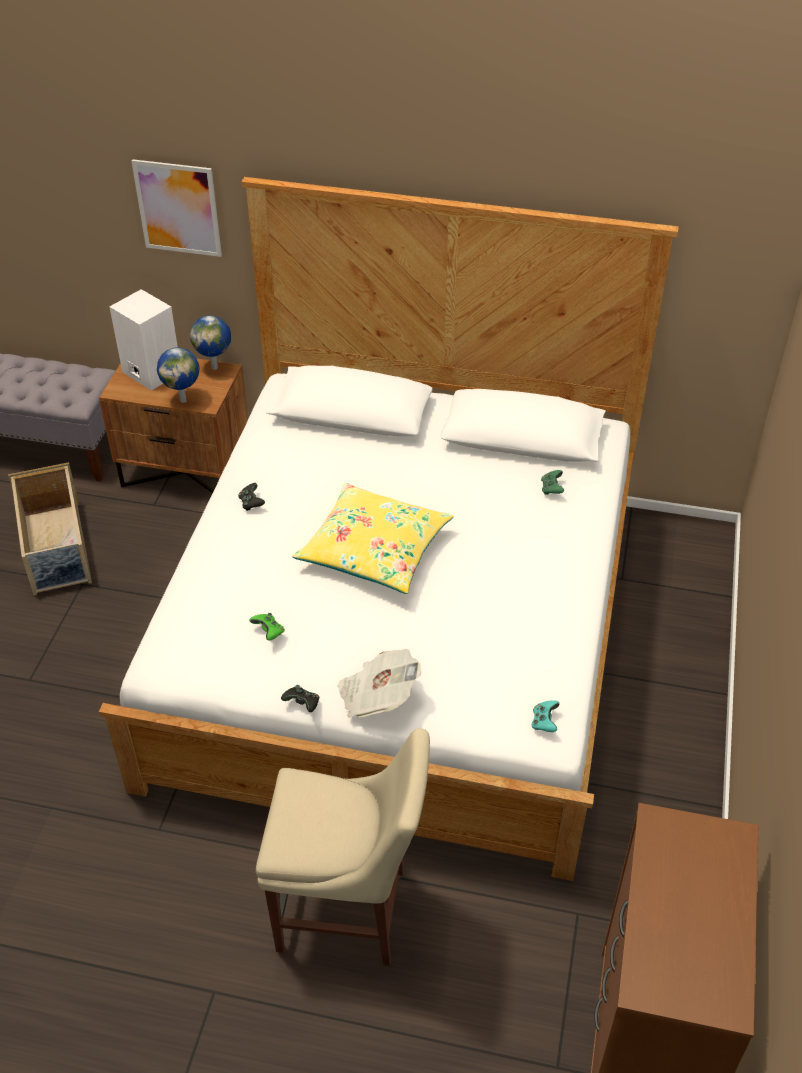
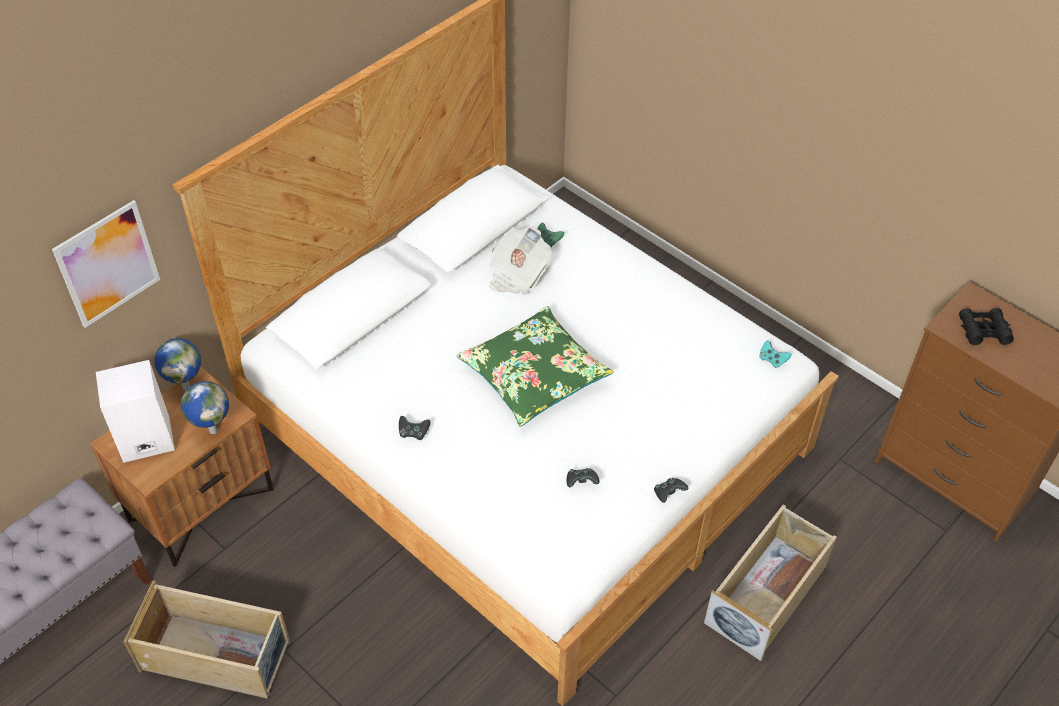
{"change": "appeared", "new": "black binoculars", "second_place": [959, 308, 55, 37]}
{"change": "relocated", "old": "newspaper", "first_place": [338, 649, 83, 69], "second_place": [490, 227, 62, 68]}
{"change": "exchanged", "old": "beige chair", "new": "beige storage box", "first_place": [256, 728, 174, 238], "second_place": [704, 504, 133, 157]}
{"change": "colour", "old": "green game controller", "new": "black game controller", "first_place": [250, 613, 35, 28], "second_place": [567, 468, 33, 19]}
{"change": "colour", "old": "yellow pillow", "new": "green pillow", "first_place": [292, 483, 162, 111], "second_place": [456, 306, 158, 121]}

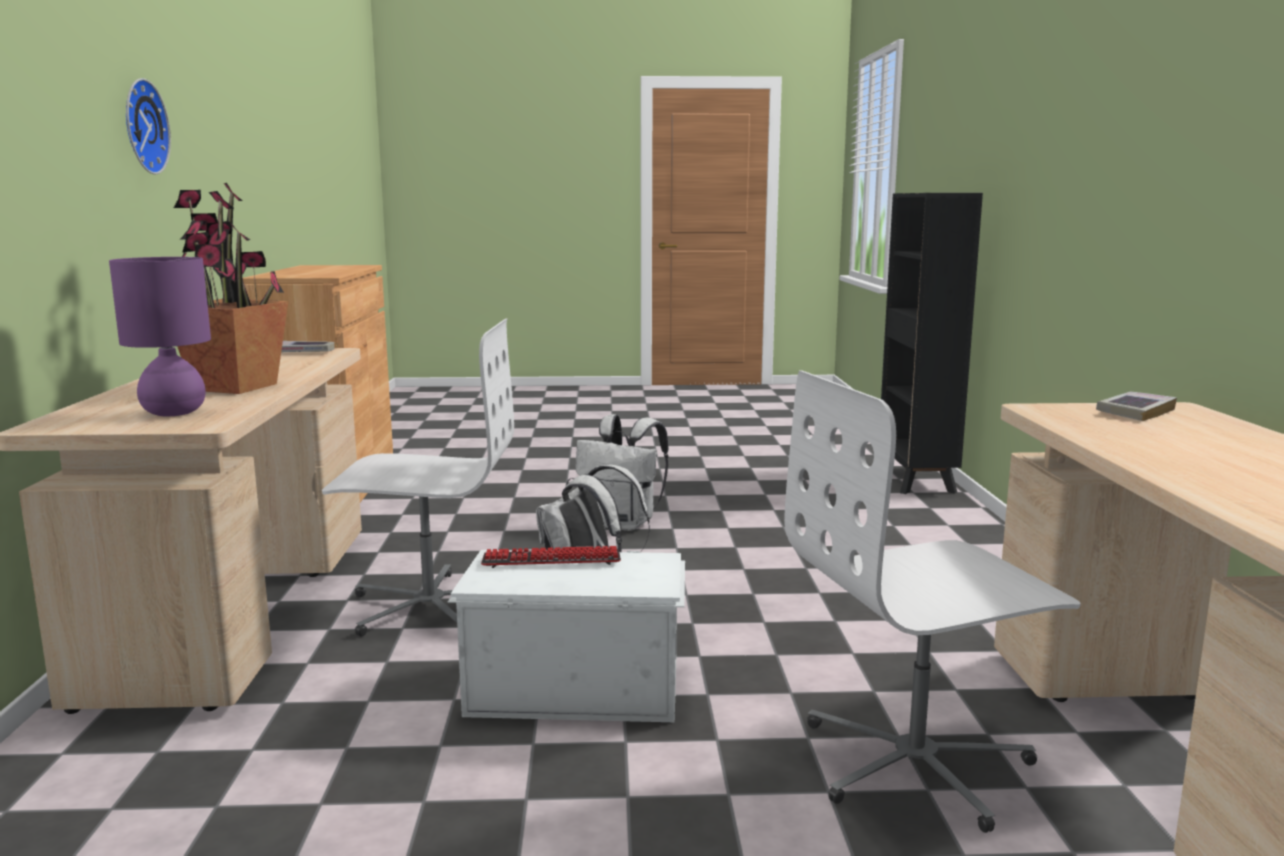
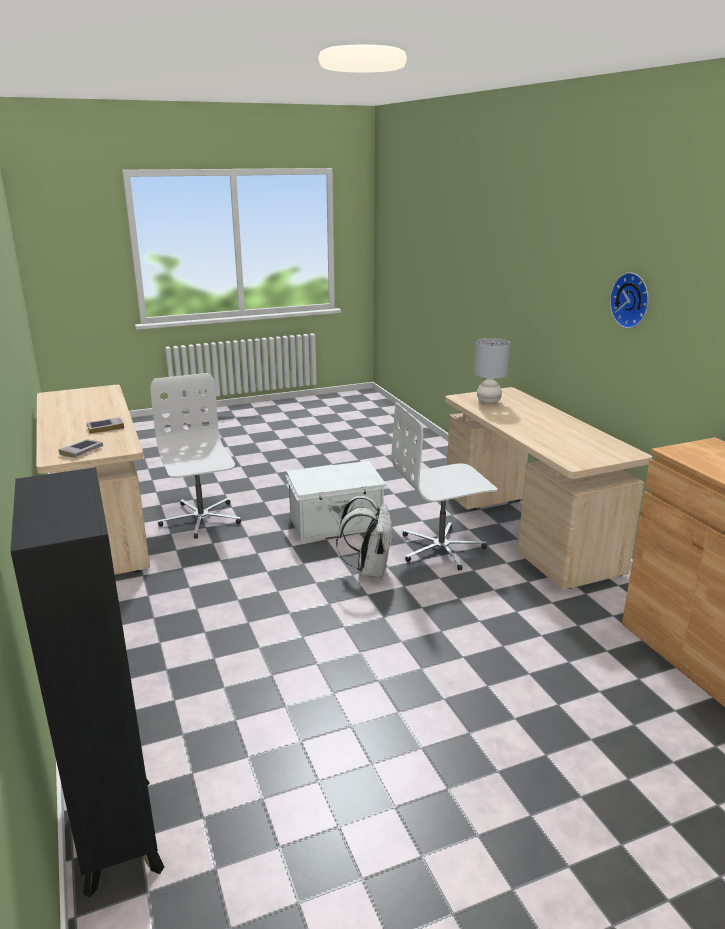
{"change": "missing", "old": "potted plant", "first_place": [174, 183, 114, 211]}
{"change": "missing", "old": "keyboard", "first_place": [481, 546, 140, 22]}
{"change": "missing", "old": "white backpack", "first_place": [575, 414, 94, 117]}
{"change": "relocated", "old": "book", "first_place": [281, 341, 54, 11], "second_place": [86, 417, 38, 17]}
{"change": "colour", "old": "purple table lamp", "new": "grey table lamp", "first_place": [109, 257, 102, 159], "second_place": [474, 338, 36, 66]}
{"change": "spun", "old": "white office chair", "first_place": [784, 370, 297, 463], "second_place": [150, 373, 91, 166], "degrees": -75}

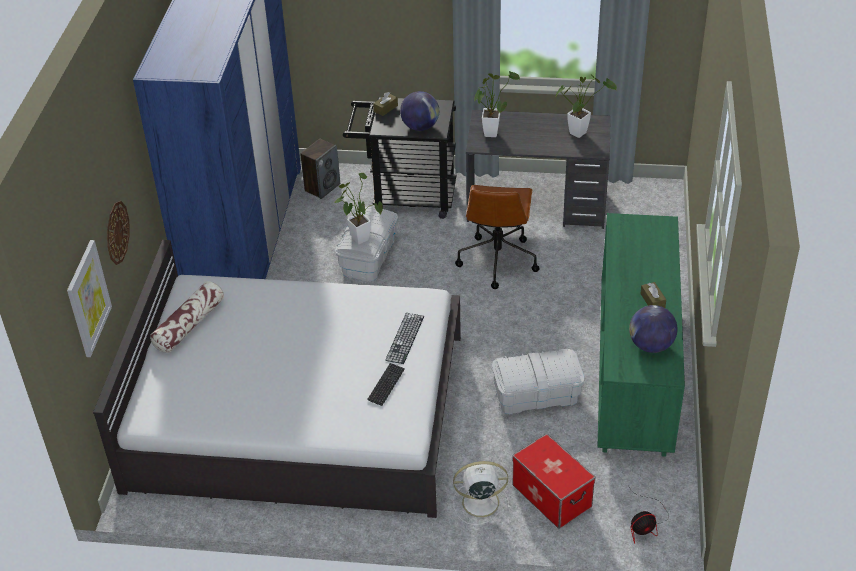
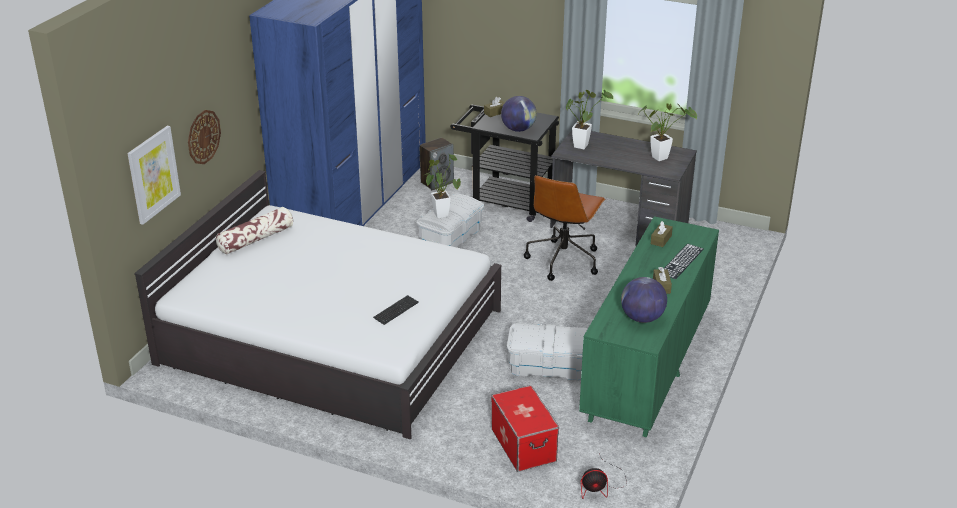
{"change": "missing", "old": "white fan", "first_place": [453, 461, 57, 64]}
{"change": "appeared", "new": "brown tissue box", "second_place": [651, 221, 22, 26]}
{"change": "relocated", "old": "keyboard", "first_place": [385, 313, 39, 51], "second_place": [664, 244, 39, 35]}

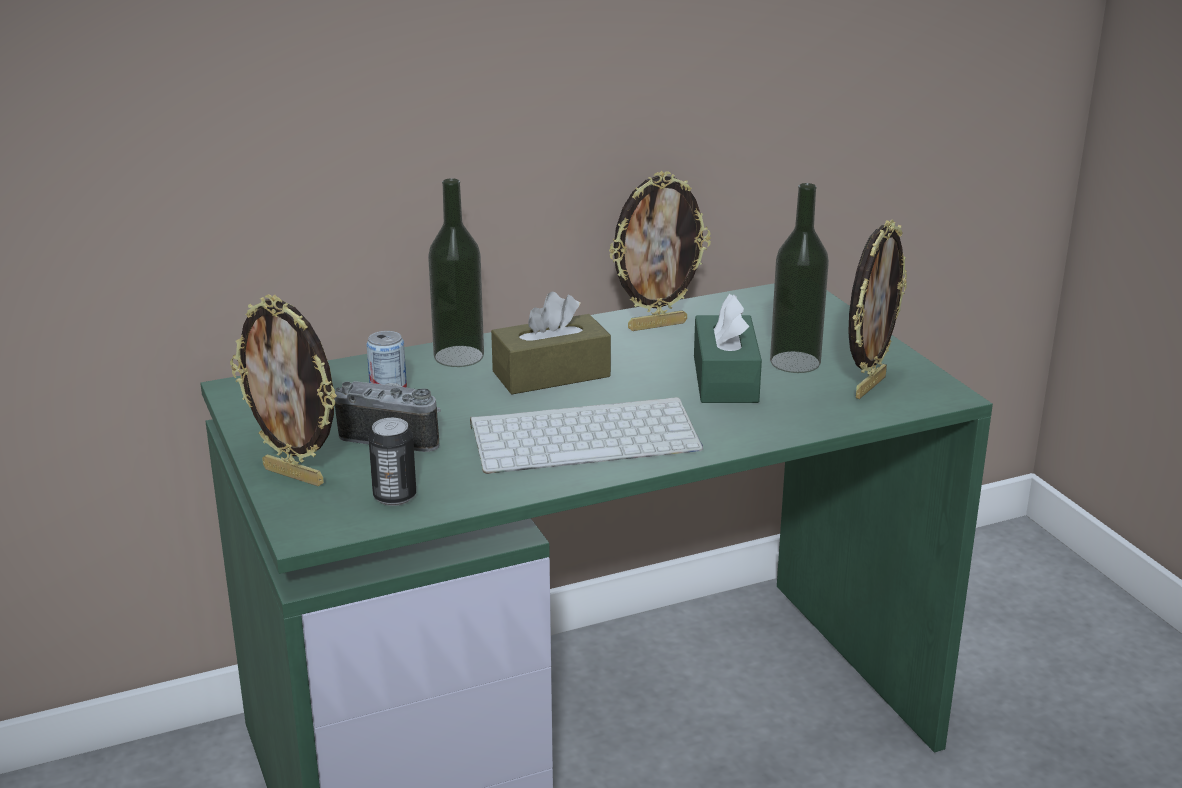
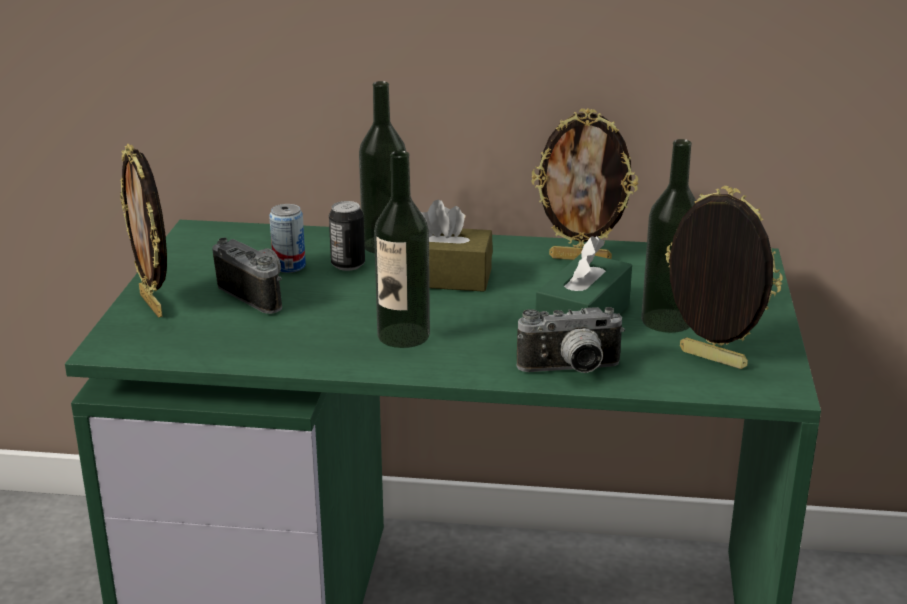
{"change": "appeared", "new": "photo camera", "second_place": [517, 307, 108, 66]}
{"change": "relocated", "old": "can", "first_place": [369, 418, 47, 88], "second_place": [329, 201, 36, 70]}
{"change": "exchanged", "old": "keyboard", "new": "bottle", "first_place": [470, 397, 233, 77], "second_place": [374, 151, 56, 197]}
{"change": "spun", "old": "picture frame", "first_place": [848, 220, 59, 179], "second_place": [665, 186, 118, 183], "degrees": -120}

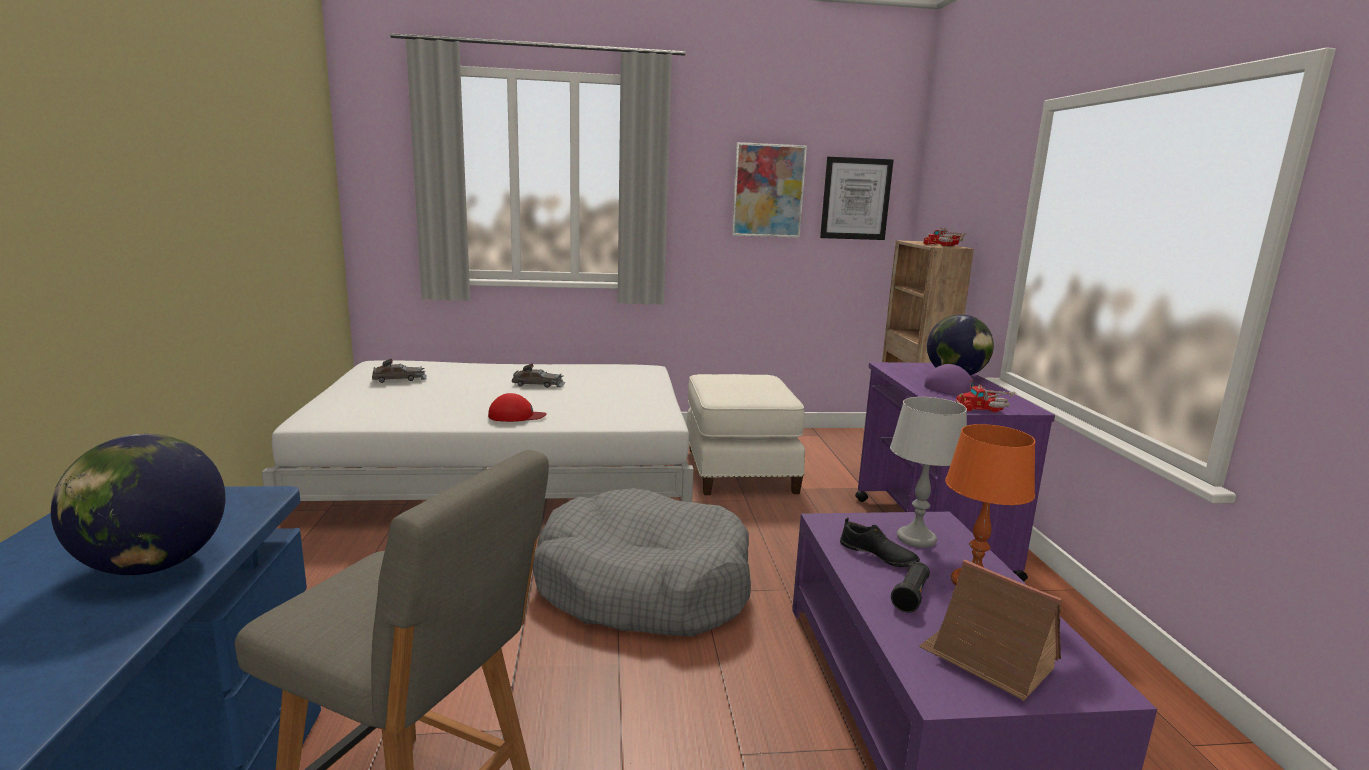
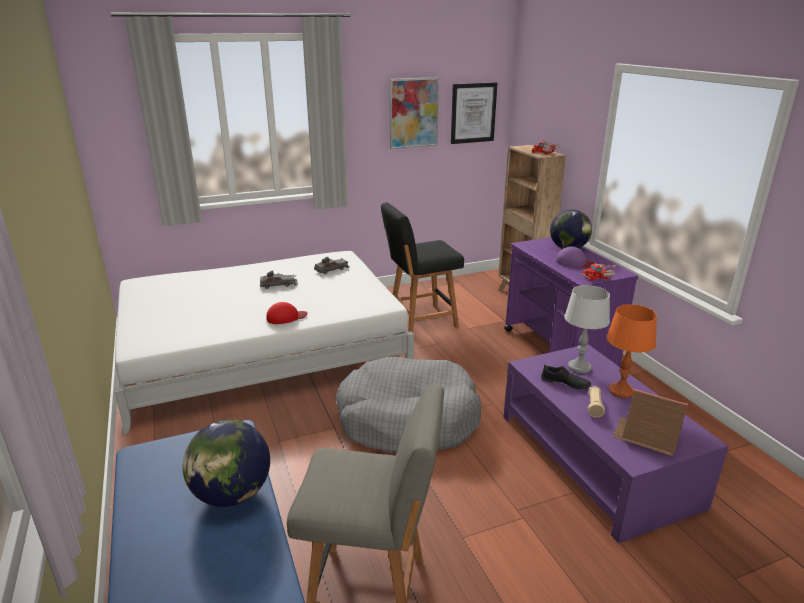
{"change": "relocated", "old": "grey toy car", "first_place": [372, 358, 54, 25], "second_place": [314, 257, 35, 17]}
{"change": "exchanged", "old": "white ottoman", "new": "black chair", "first_place": [686, 374, 119, 121], "second_place": [381, 203, 83, 130]}
{"change": "colour", "old": "black flashlight", "new": "beige flashlight", "first_place": [891, 562, 39, 51], "second_place": [588, 386, 17, 32]}

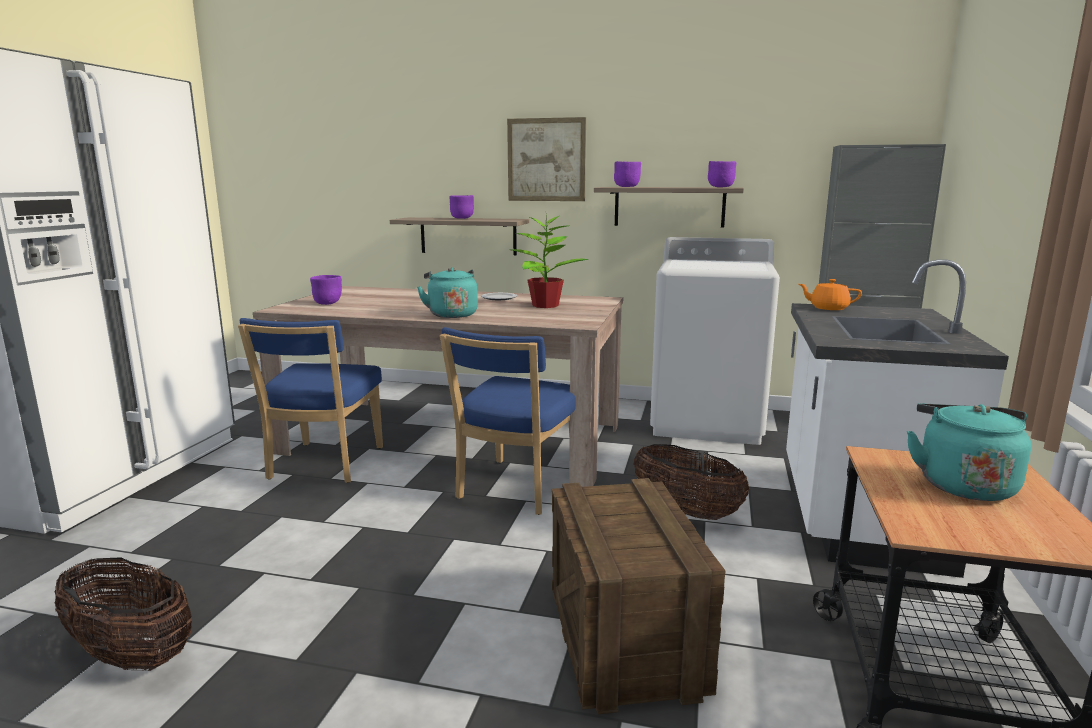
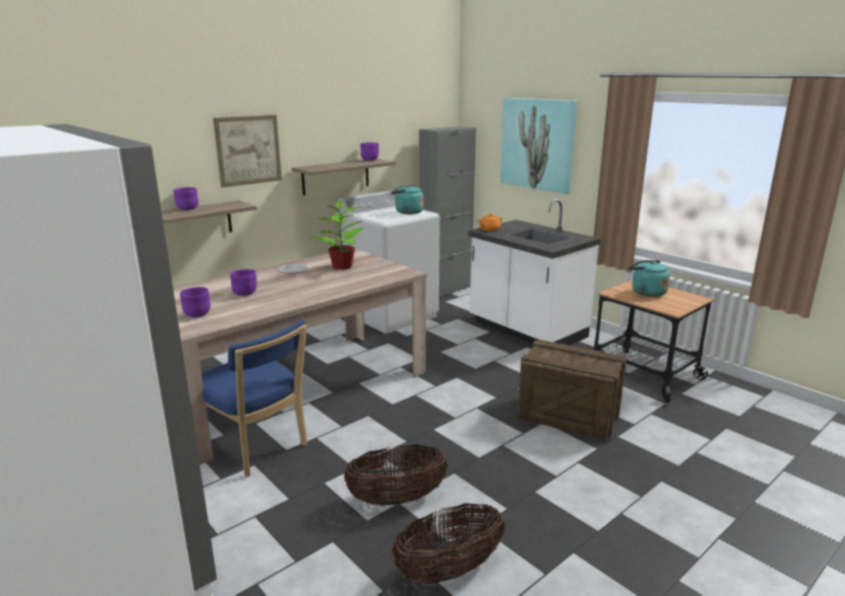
{"change": "missing", "old": "blue chair", "first_place": [440, 327, 136, 188]}
{"change": "appeared", "new": "picture", "second_place": [500, 98, 77, 96]}
{"change": "relocated", "old": "turquoise kettle", "first_place": [417, 267, 61, 51], "second_place": [391, 185, 33, 29]}
{"change": "relocated", "old": "purple bowl", "first_place": [614, 161, 27, 26], "second_place": [230, 269, 27, 27]}
{"change": "relocated", "old": "basket", "first_place": [633, 444, 117, 76], "second_place": [344, 444, 104, 62]}

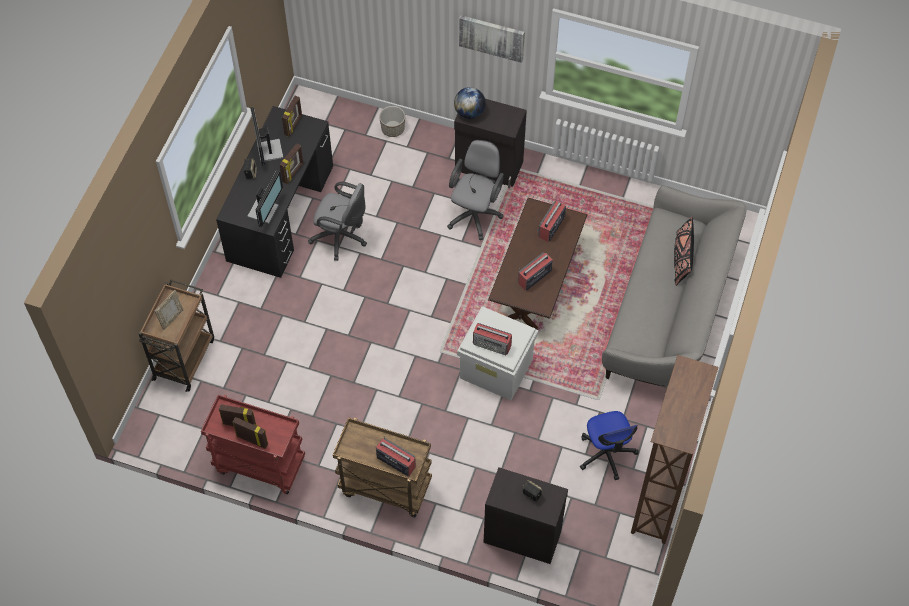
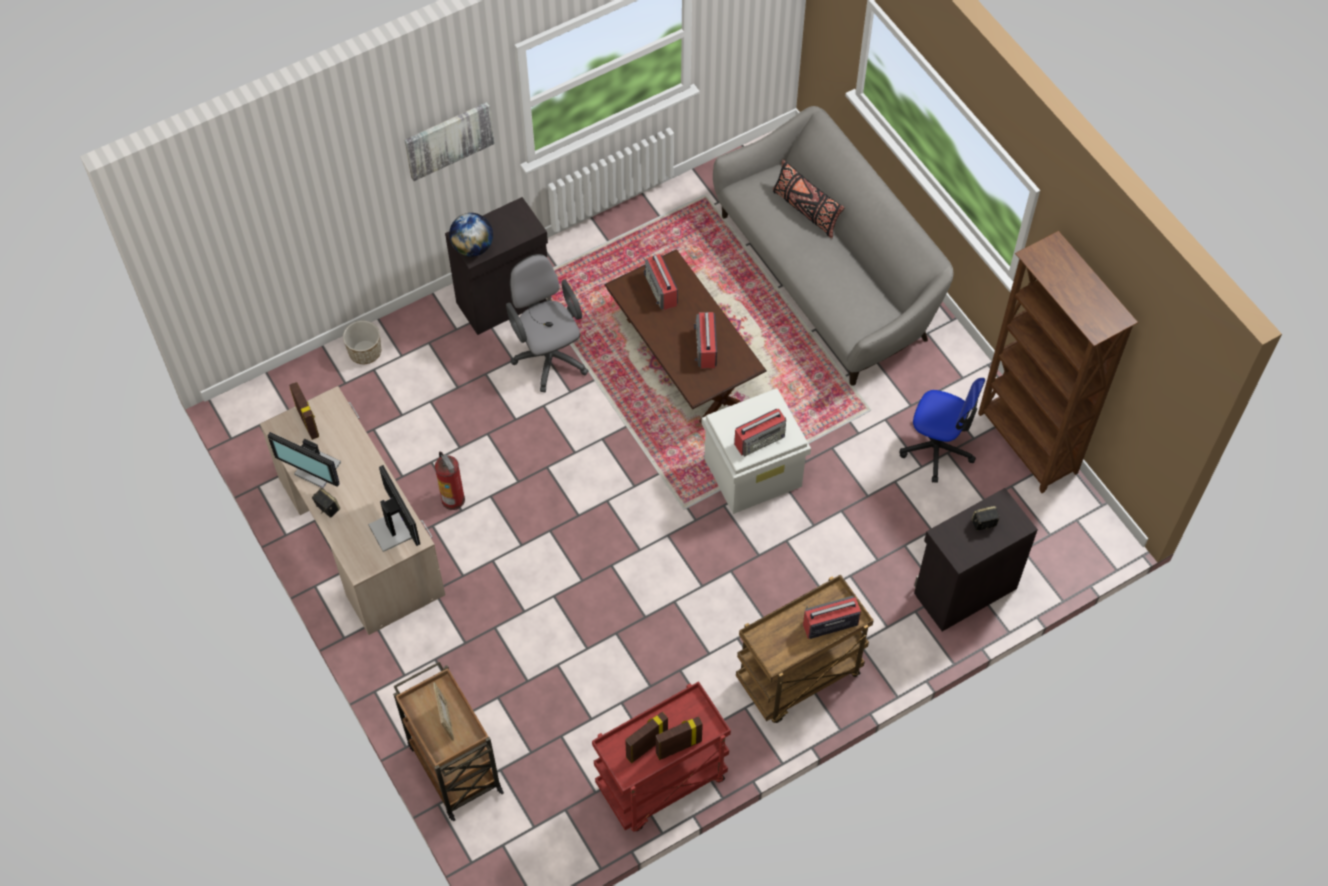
{"change": "missing", "old": "picture frame", "first_place": [280, 143, 23, 41]}
{"change": "exchanged", "old": "grey office chair", "new": "fire extinguisher", "first_place": [308, 182, 59, 79], "second_place": [435, 452, 30, 58]}
{"change": "colour", "old": "black desk", "new": "beige desk", "first_place": [216, 106, 117, 172], "second_place": [260, 386, 185, 249]}

